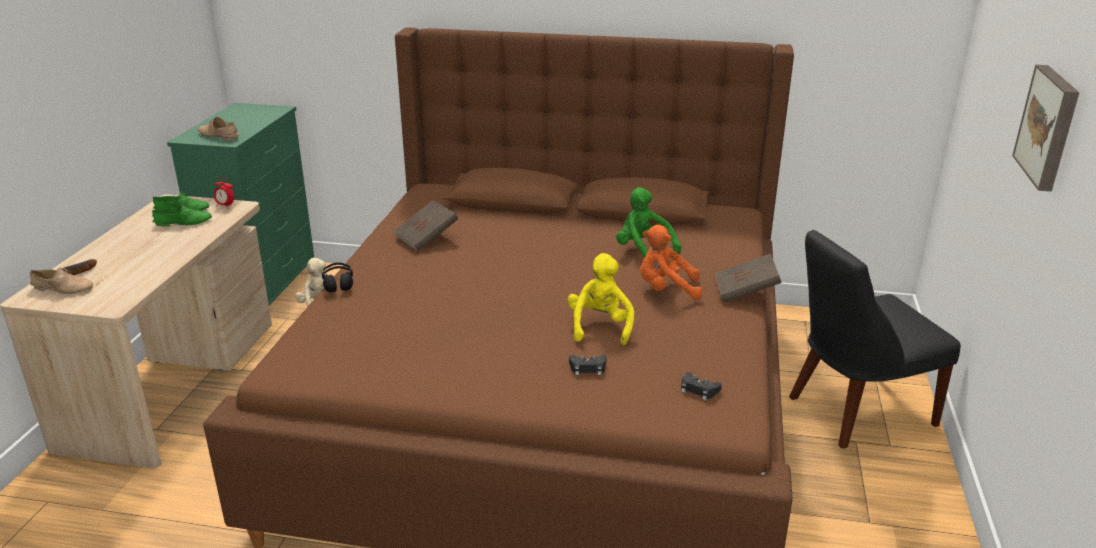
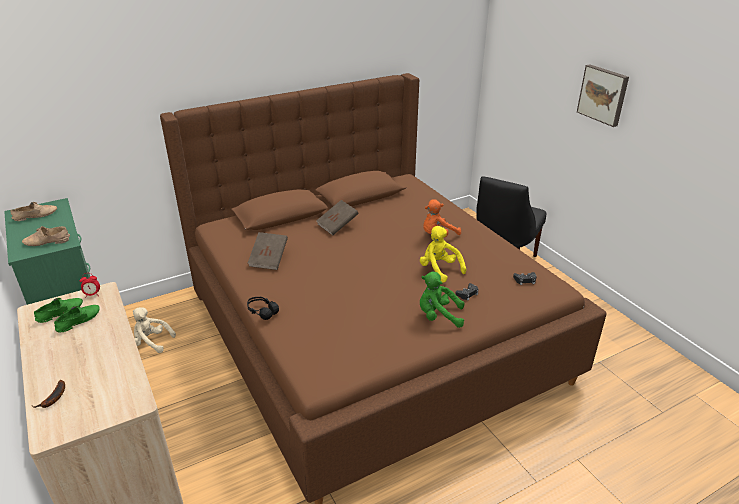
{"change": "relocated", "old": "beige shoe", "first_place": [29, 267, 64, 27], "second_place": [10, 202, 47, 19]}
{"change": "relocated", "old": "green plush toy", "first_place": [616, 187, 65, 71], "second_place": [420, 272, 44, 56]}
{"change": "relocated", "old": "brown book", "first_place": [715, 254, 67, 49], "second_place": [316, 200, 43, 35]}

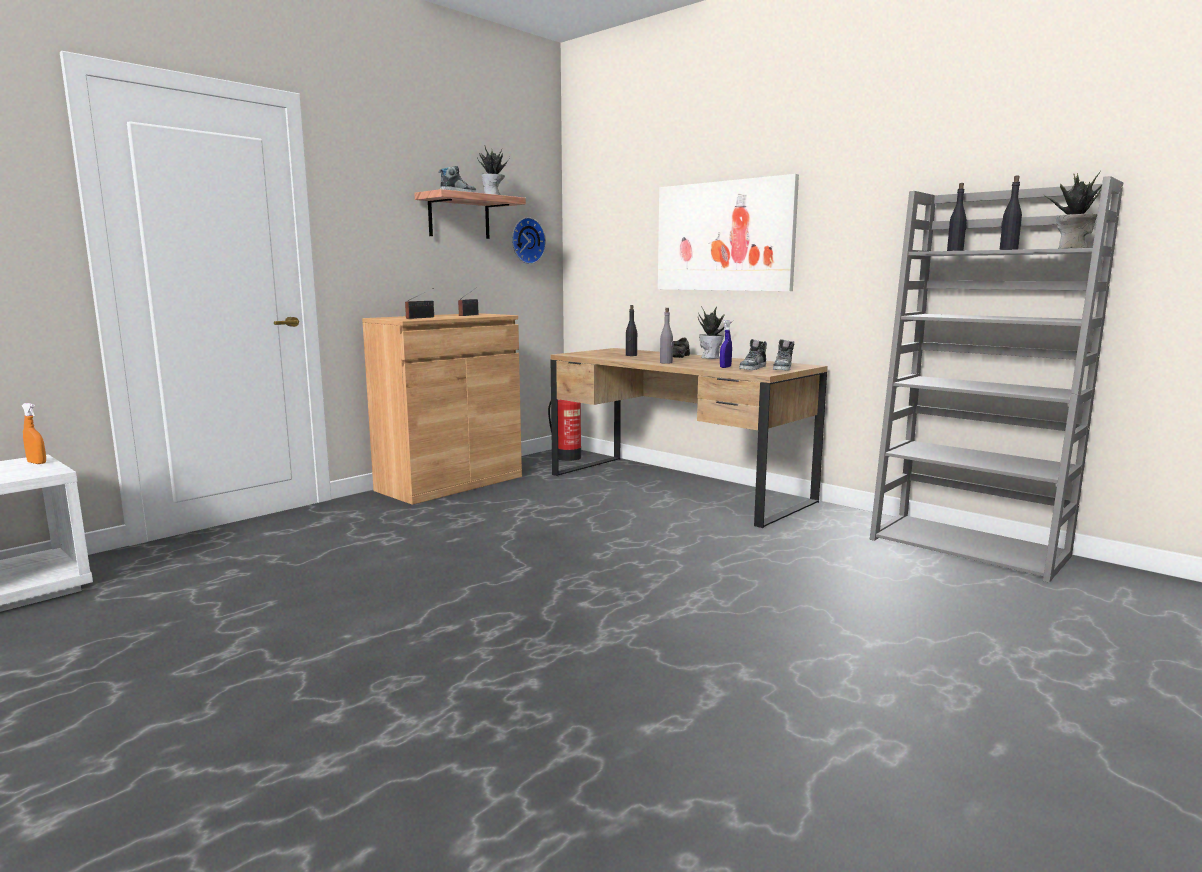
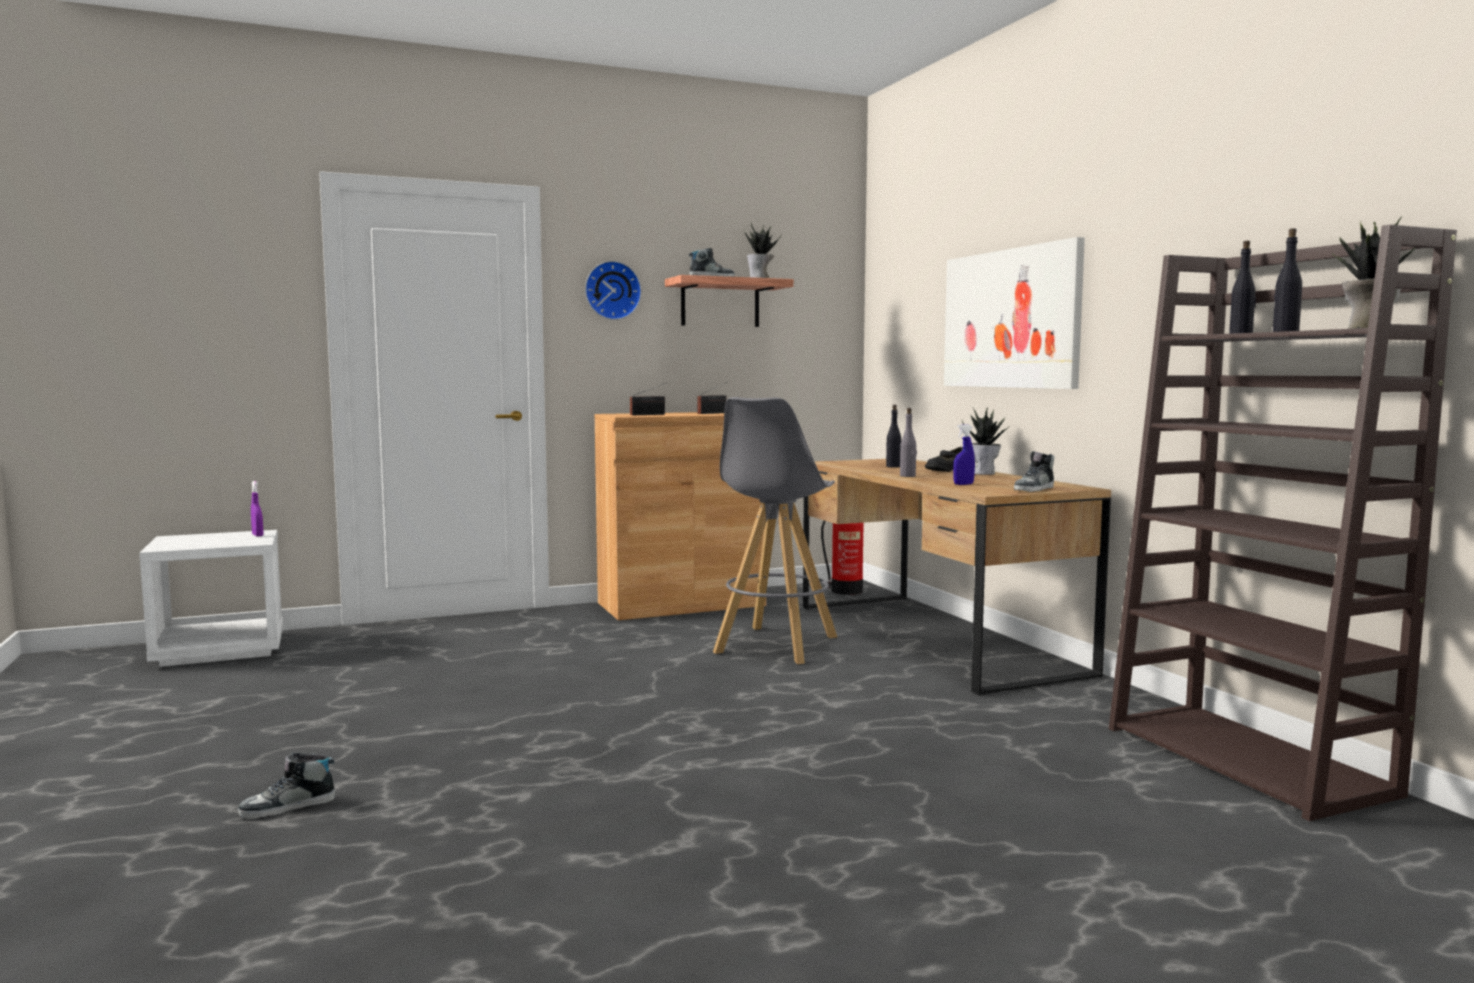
{"change": "appeared", "new": "grey stool", "second_place": [713, 397, 124, 267]}
{"change": "relocated", "old": "wall clock", "first_place": [512, 217, 34, 47], "second_place": [585, 261, 57, 59]}
{"change": "relocated", "old": "shoe", "first_place": [739, 339, 28, 31], "second_place": [238, 752, 97, 67]}
{"change": "colour", "old": "orange spray bottle", "new": "purple spray bottle", "first_place": [22, 403, 24, 61], "second_place": [251, 481, 12, 56]}
{"change": "colour", "old": "grey bookcase", "new": "brown bookcase", "first_place": [870, 176, 253, 407], "second_place": [1109, 225, 348, 596]}

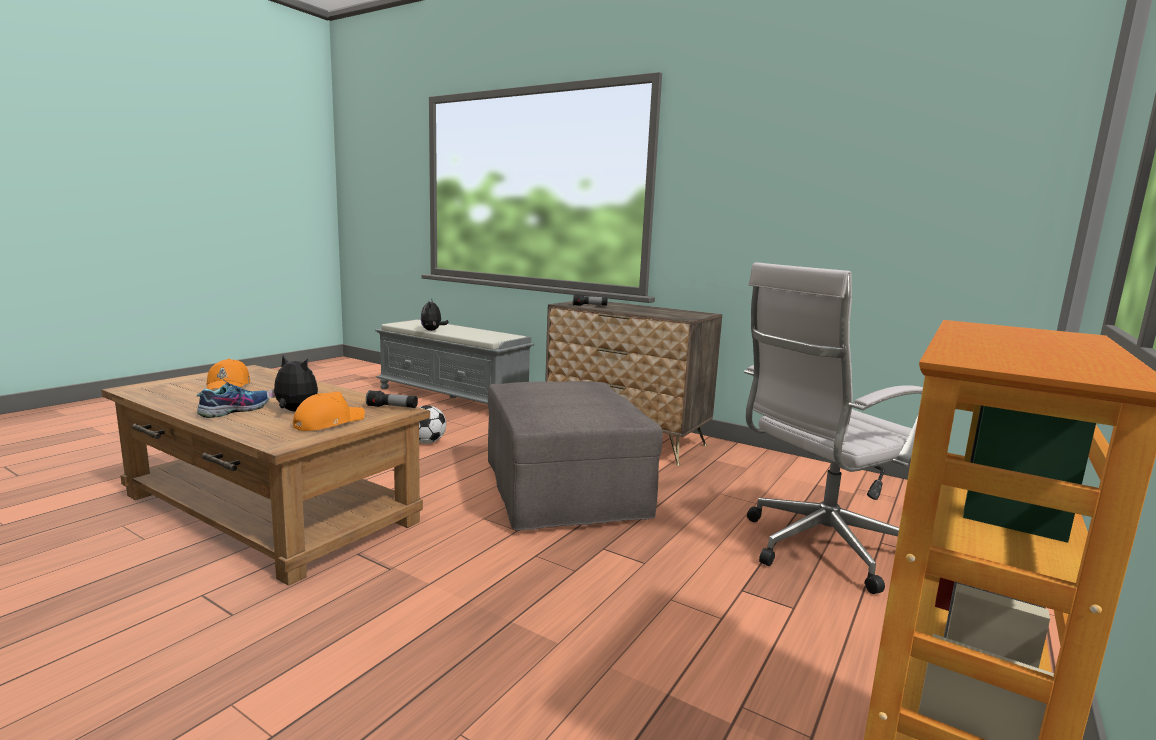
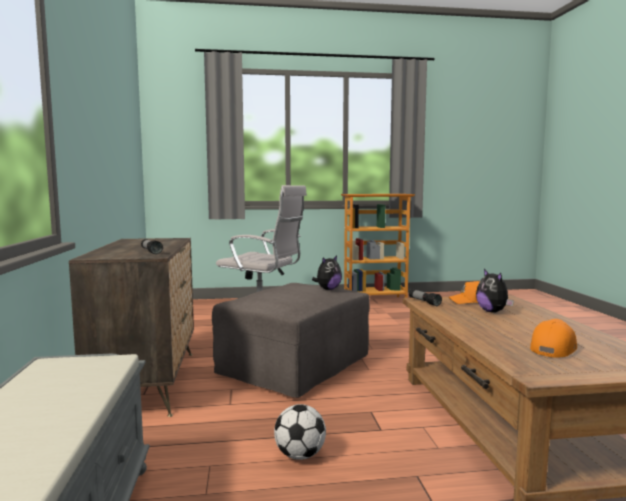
{"change": "missing", "old": "shoe", "first_place": [197, 379, 73, 39]}
{"change": "relocated", "old": "plush toy", "first_place": [421, 301, 28, 30], "second_place": [312, 255, 30, 35]}

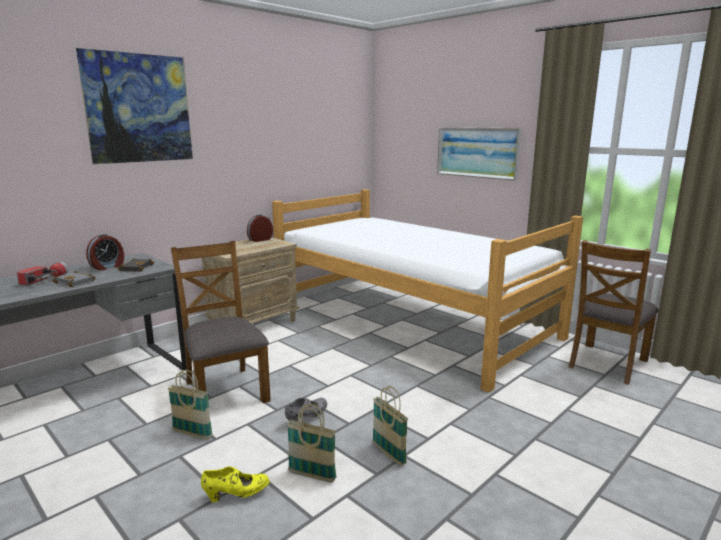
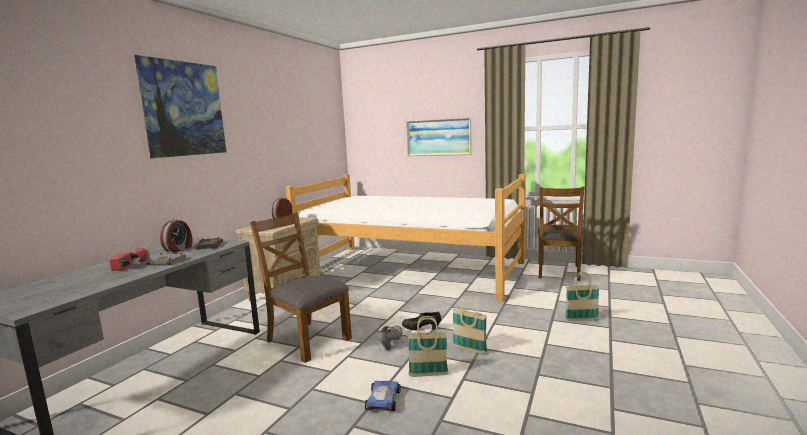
{"change": "appeared", "new": "black shoe", "second_place": [402, 312, 39, 18]}
{"change": "relocated", "old": "basket", "first_place": [168, 370, 45, 70], "second_place": [565, 272, 34, 49]}
{"change": "exchanged", "old": "yellow shoe", "new": "toy car", "first_place": [201, 466, 69, 36], "second_place": [365, 381, 36, 30]}

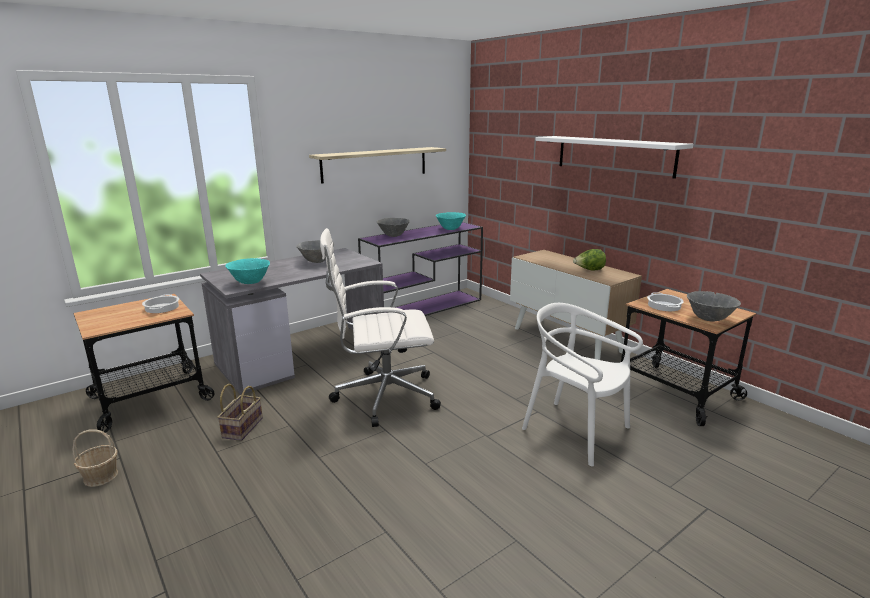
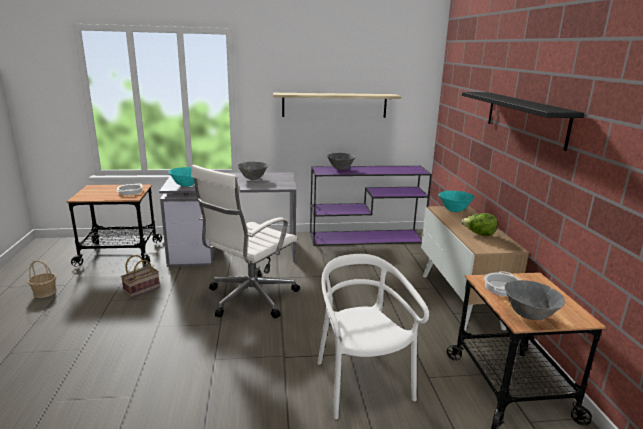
{"change": "relocated", "old": "turquoise bowl", "first_place": [436, 212, 30, 18], "second_place": [439, 191, 36, 21]}
{"change": "colour", "old": "white shelf", "new": "black shelf", "first_place": [535, 136, 158, 43], "second_place": [462, 92, 122, 59]}
{"change": "spun", "old": "white office chair", "first_place": [320, 228, 121, 199], "second_place": [191, 165, 109, 153], "degrees": -75}

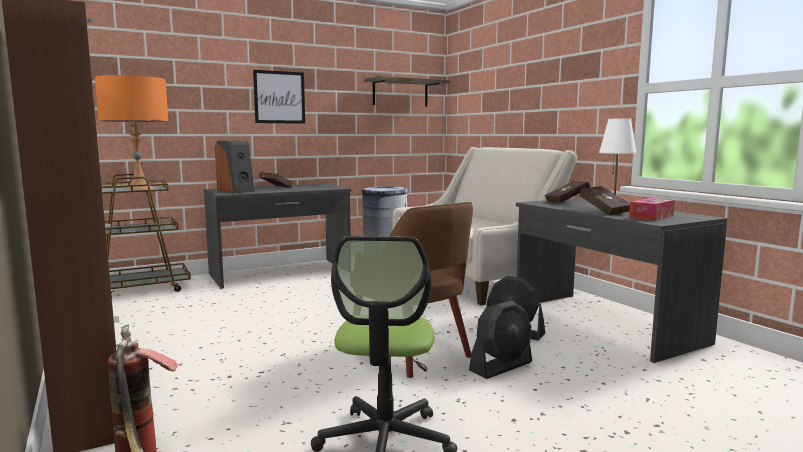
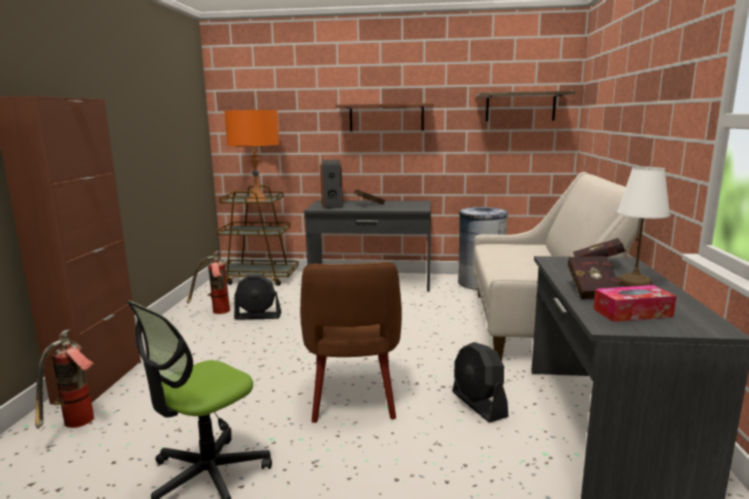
{"change": "appeared", "new": "fire extinguisher", "second_place": [187, 251, 43, 63]}
{"change": "relocated", "old": "black fan", "first_place": [469, 301, 63, 78], "second_place": [234, 275, 47, 45]}
{"change": "exchanged", "old": "picture", "new": "shelf", "first_place": [253, 70, 52, 54], "second_place": [335, 103, 99, 29]}

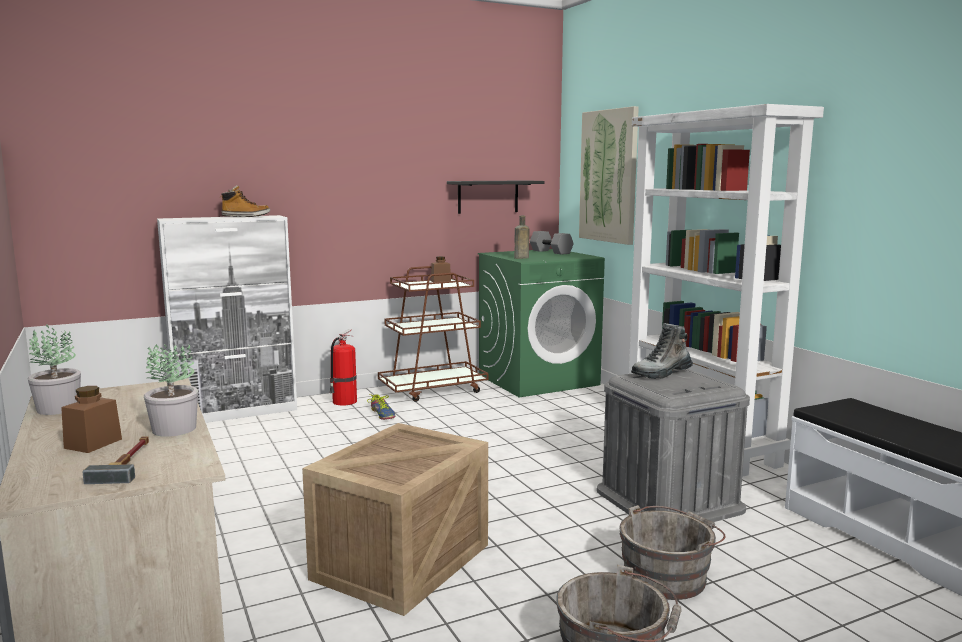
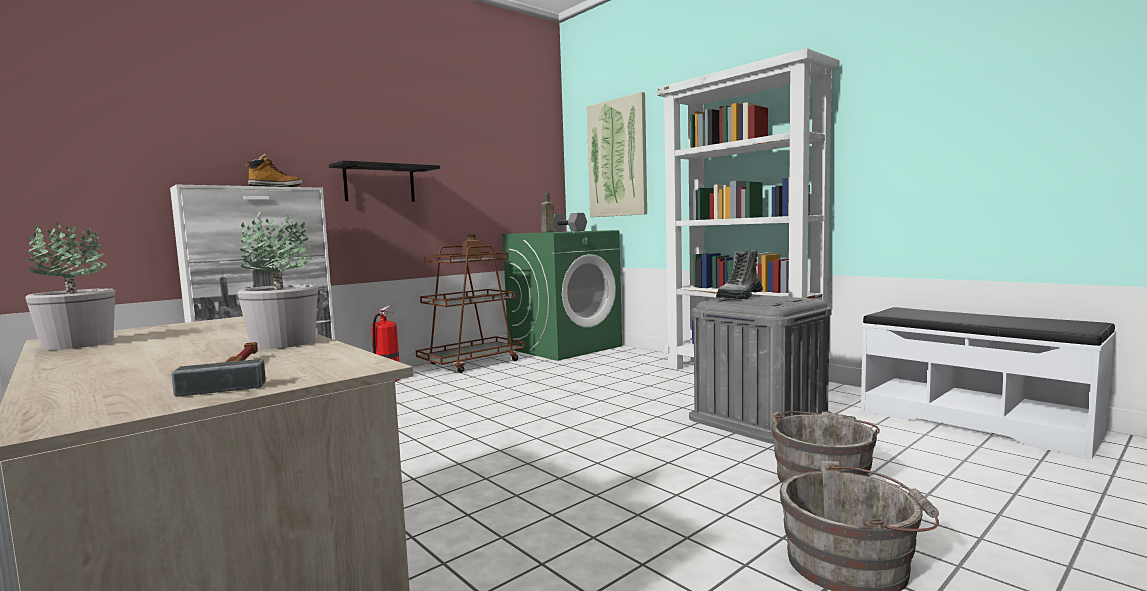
{"change": "missing", "old": "brown jar", "first_place": [61, 386, 61, 67]}
{"change": "missing", "old": "crate", "first_place": [302, 423, 186, 193]}
{"change": "missing", "old": "shoe", "first_place": [367, 394, 28, 26]}
{"change": "relocated", "old": "black shelf", "first_place": [447, 180, 98, 34], "second_place": [329, 160, 111, 42]}

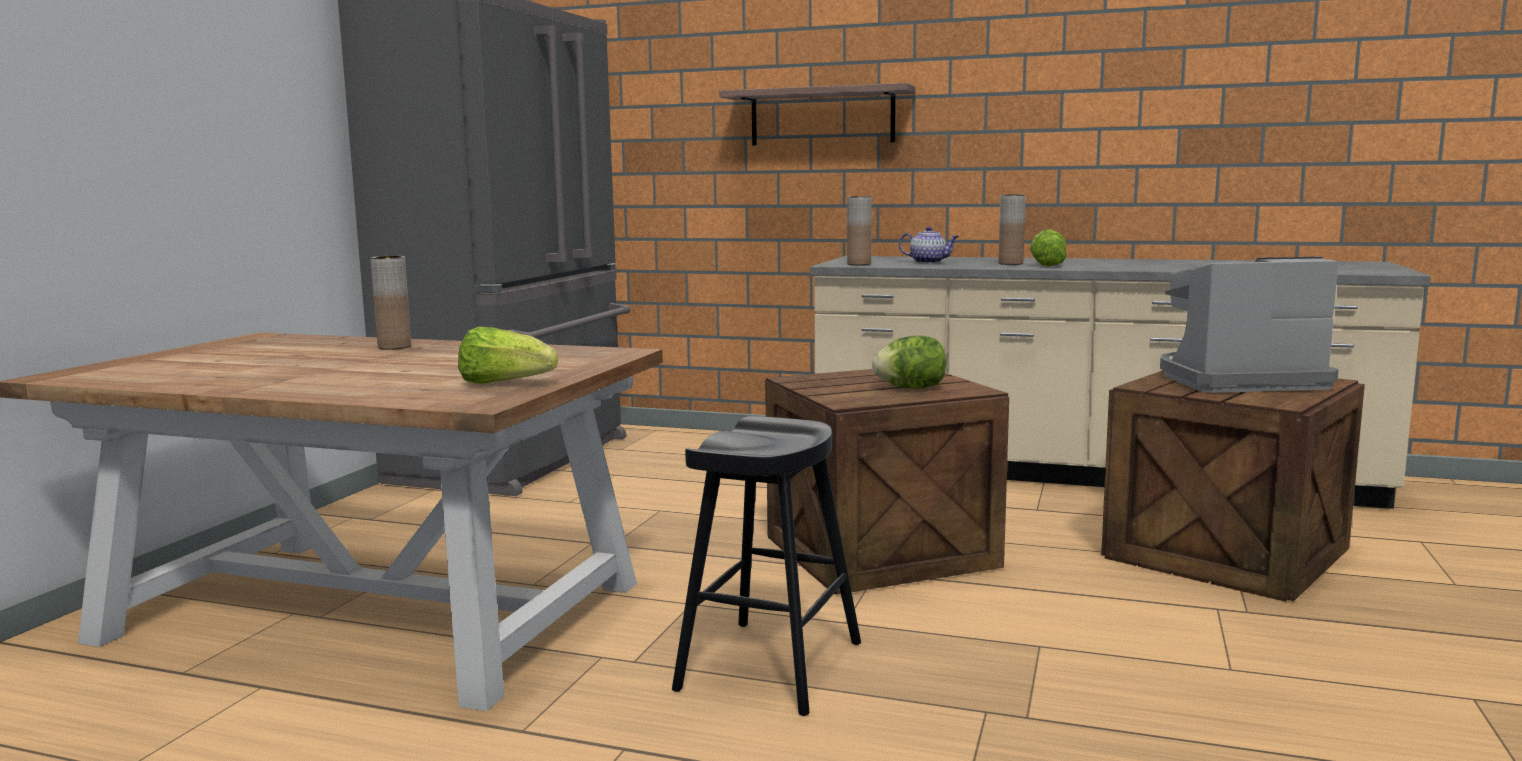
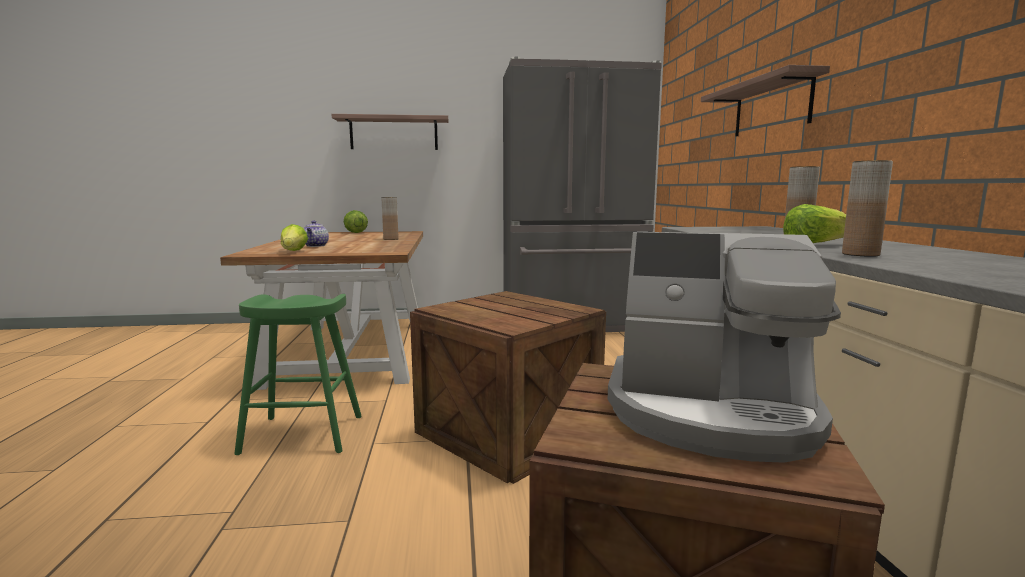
{"change": "appeared", "new": "shelf", "second_place": [332, 114, 116, 36]}
{"change": "relocated", "old": "brown vase", "first_place": [847, 196, 25, 69], "second_place": [842, 160, 51, 97]}
{"change": "relocated", "old": "lettuce", "first_place": [872, 335, 74, 54], "second_place": [344, 210, 24, 23]}
{"change": "relocated", "old": "teapot", "first_place": [899, 226, 60, 37], "second_place": [304, 221, 25, 26]}
{"change": "colour", "old": "black stool", "new": "green stool", "first_place": [672, 416, 189, 300], "second_place": [234, 294, 128, 161]}
{"change": "spun", "old": "coffee machine", "first_place": [1160, 257, 179, 136], "second_place": [608, 232, 233, 231], "degrees": 135}

